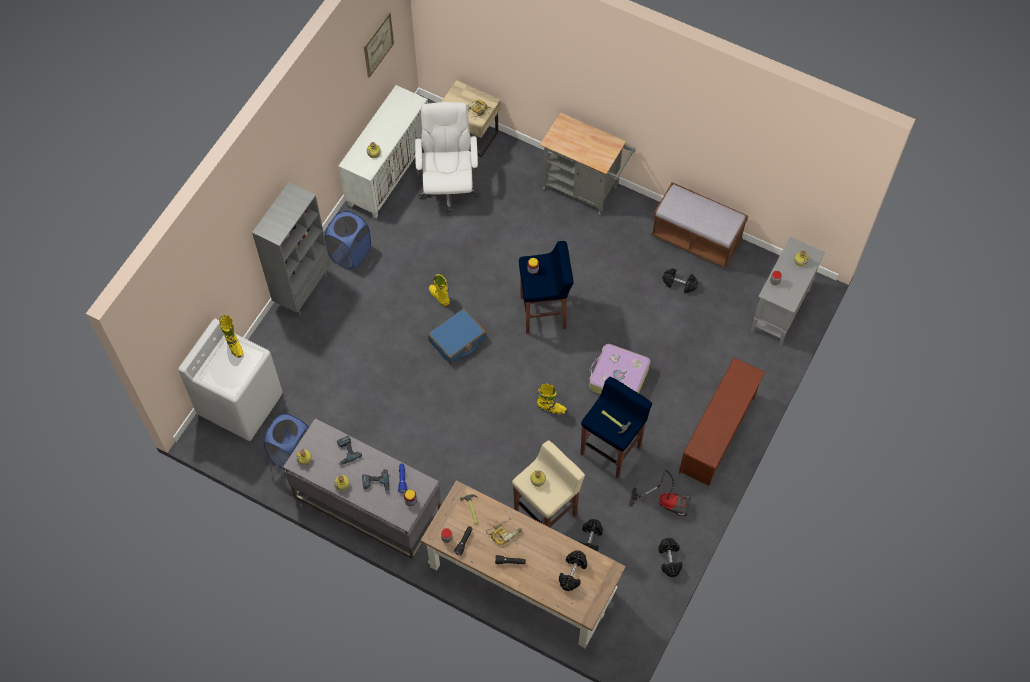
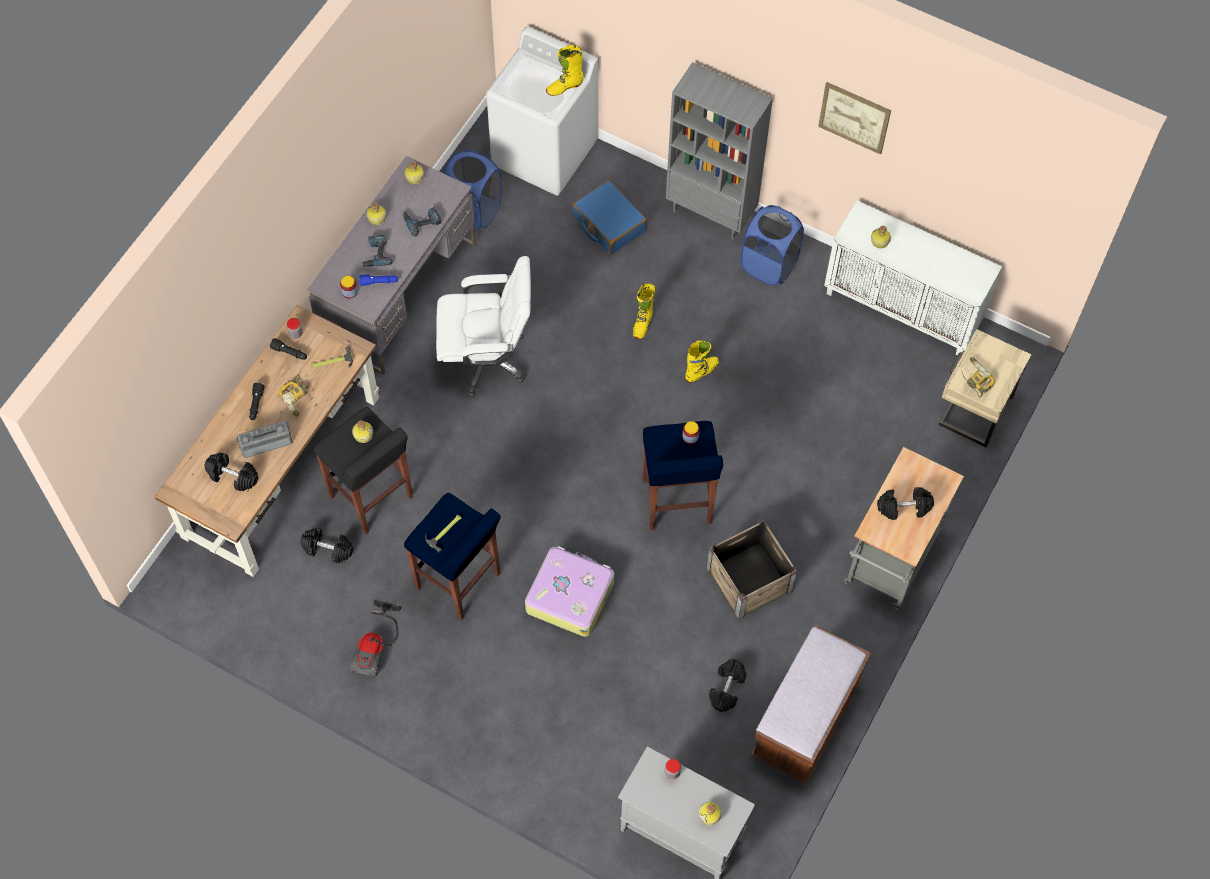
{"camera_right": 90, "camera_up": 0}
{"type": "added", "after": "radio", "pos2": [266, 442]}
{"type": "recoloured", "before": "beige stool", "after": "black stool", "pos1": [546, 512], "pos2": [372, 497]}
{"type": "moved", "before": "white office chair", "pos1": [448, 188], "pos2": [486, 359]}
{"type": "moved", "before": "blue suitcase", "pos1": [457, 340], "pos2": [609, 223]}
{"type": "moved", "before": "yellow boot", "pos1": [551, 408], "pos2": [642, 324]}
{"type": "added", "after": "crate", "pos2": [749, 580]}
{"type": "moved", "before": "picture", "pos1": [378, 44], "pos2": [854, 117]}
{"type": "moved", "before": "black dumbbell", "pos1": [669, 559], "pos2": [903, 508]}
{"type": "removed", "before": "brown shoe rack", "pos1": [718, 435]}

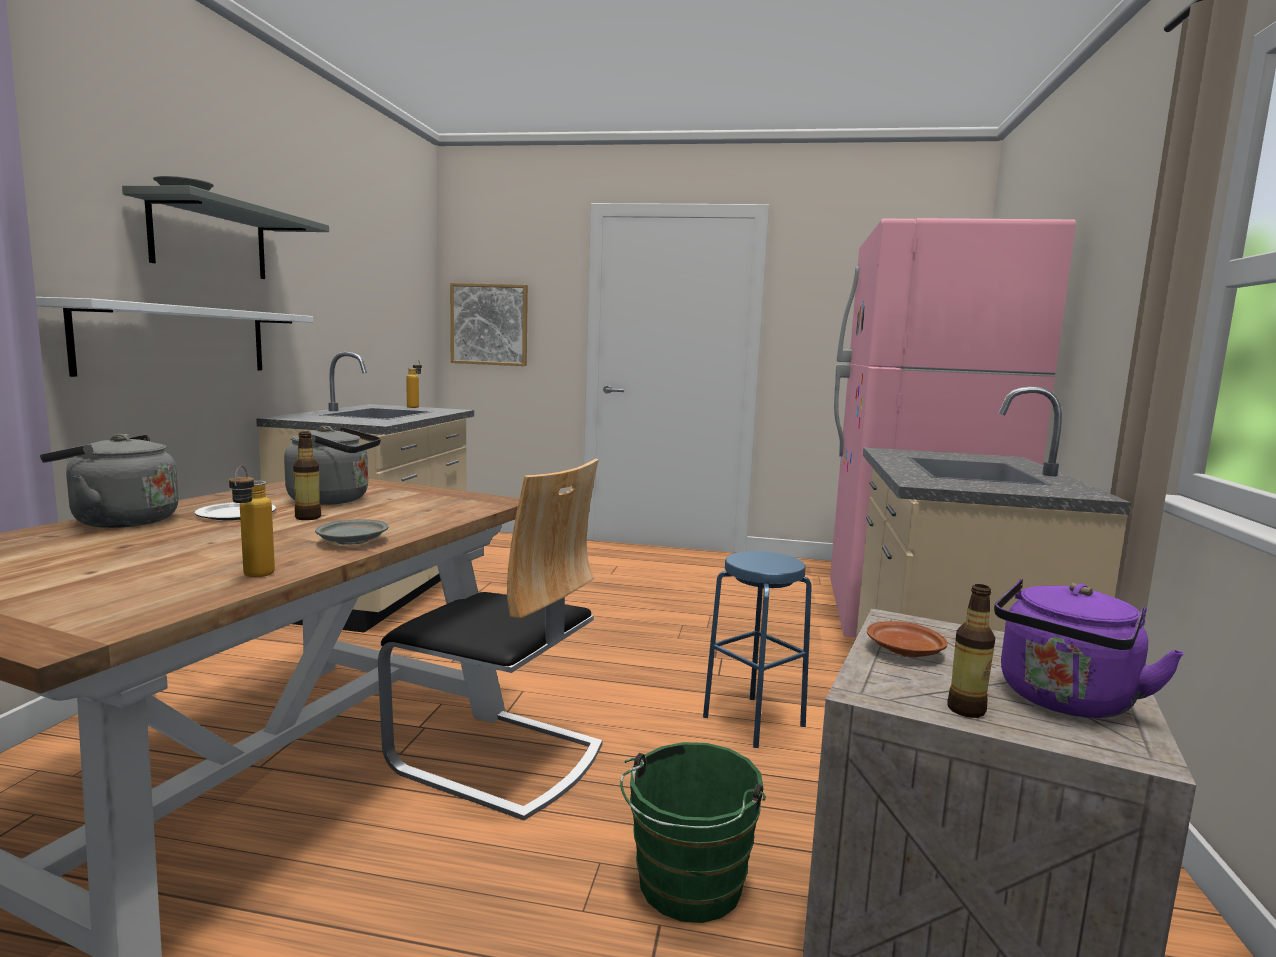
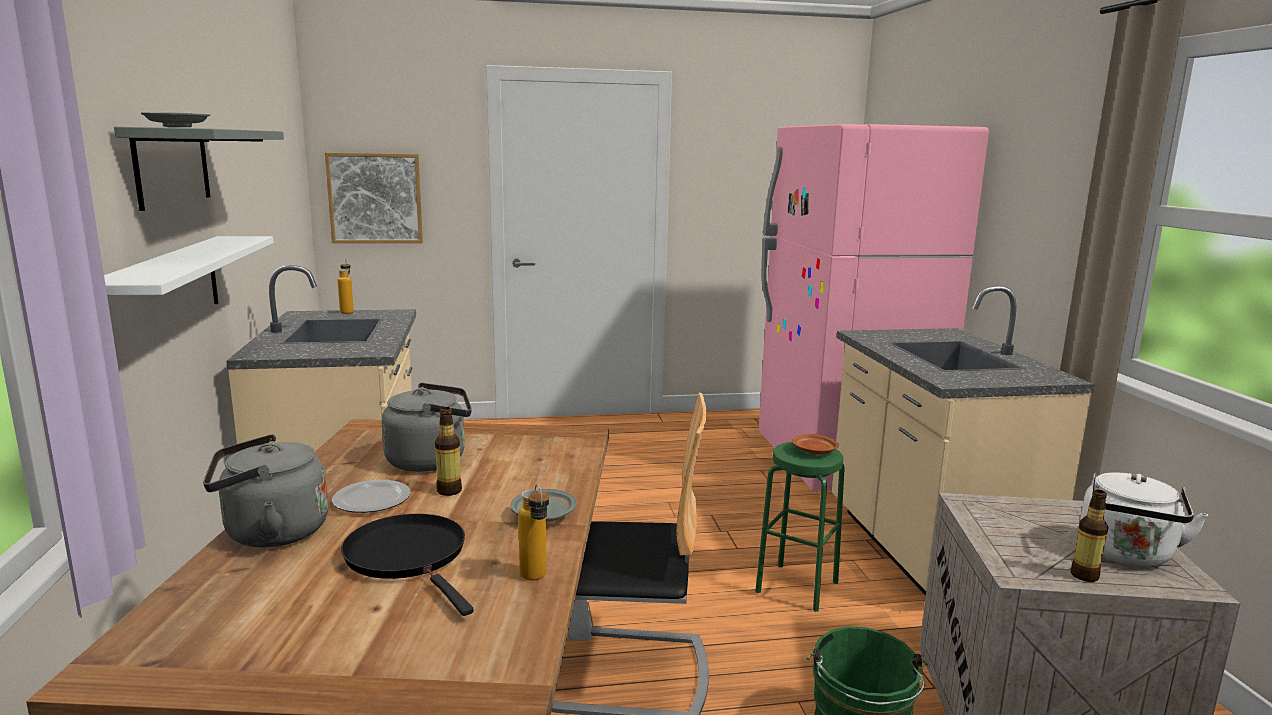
{"camera_right": -20, "camera_up": 5}
{"type": "added", "after": "black frying pan", "pos2": [409, 557]}
{"type": "recoloured", "before": "blue stool", "after": "green stool", "pos1": [754, 721], "pos2": [797, 587]}
{"type": "moved", "before": "brown plate", "pos1": [904, 651], "pos2": [814, 451]}
{"type": "recoloured", "before": "purple kettle", "after": "white kettle", "pos1": [1064, 702], "pos2": [1126, 555]}

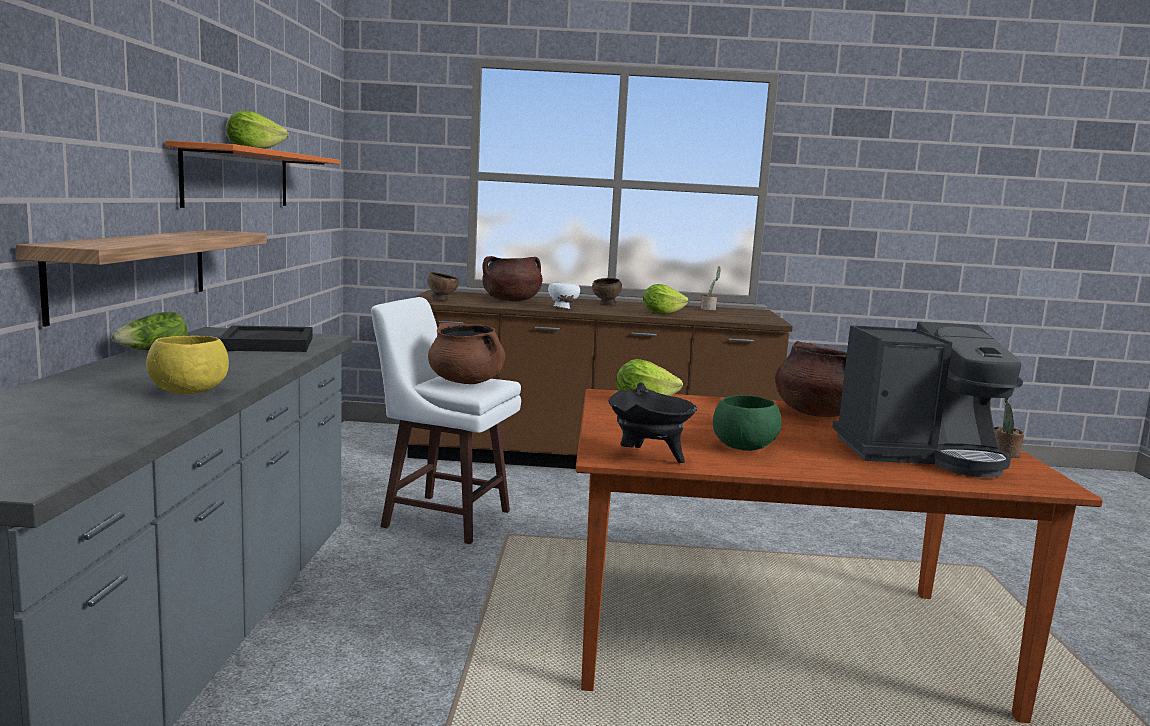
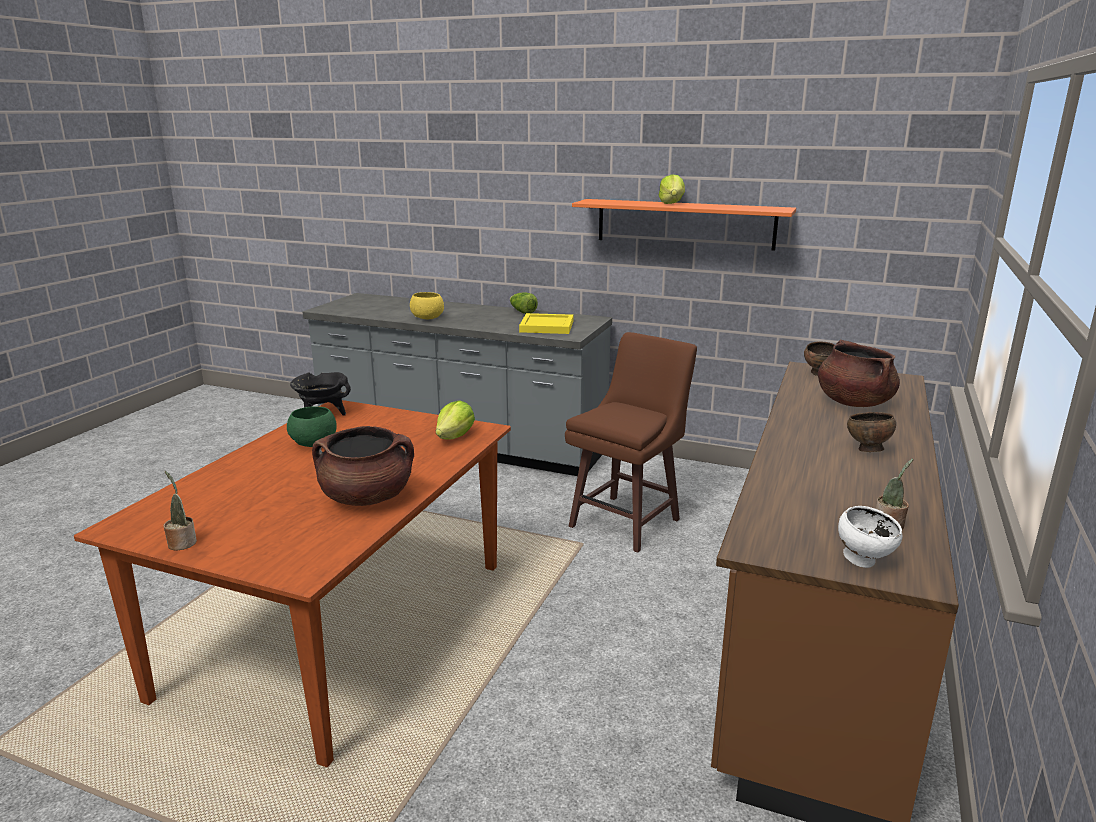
{"camera_right": 110, "camera_up": 10}
{"type": "recoloured", "before": "black tray", "after": "yellow tray", "pos1": [269, 344], "pos2": [546, 326]}
{"type": "recoloured", "before": "white stool", "after": "brown stool", "pos1": [443, 518], "pos2": [627, 522]}
{"type": "moved", "before": "white bowl", "pos1": [562, 309], "pos2": [864, 561]}
{"type": "removed", "before": "shelf", "pos1": [133, 271]}
{"type": "removed", "before": "brown cooking pot", "pos1": [466, 382]}
{"type": "removed", "before": "lettuce", "pos1": [661, 313]}
{"type": "removed", "before": "coffee machine", "pos1": [920, 454]}

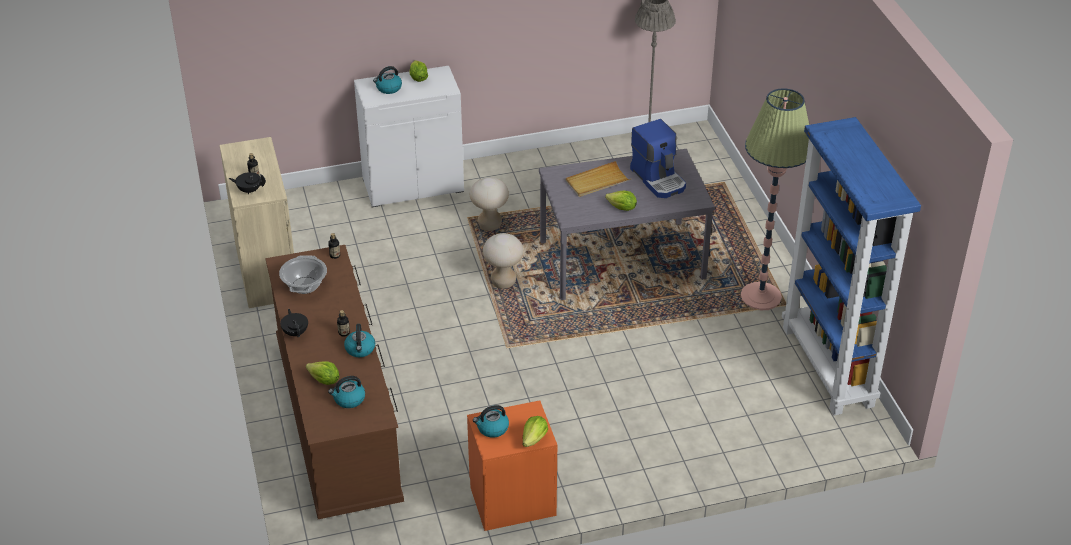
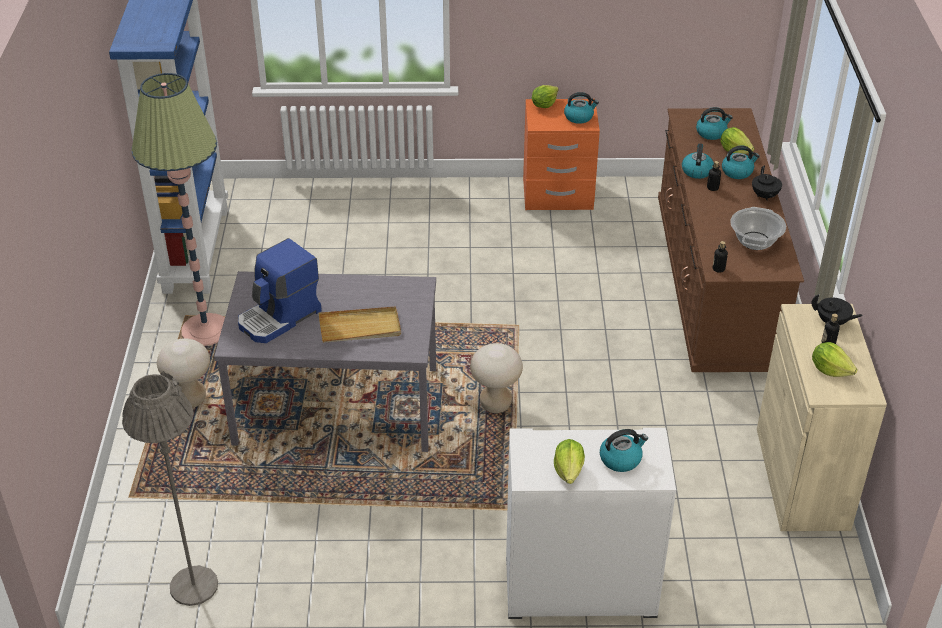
{"camera_right": -165, "camera_up": 0}
{"type": "moved", "before": "beige stool", "pos1": [489, 225], "pos2": [190, 399]}
{"type": "turned", "before": "coffee machine", "pos1": [659, 179], "pos2": [280, 318], "turn": -120}
{"type": "added", "after": "kettle", "pos2": [737, 171]}
{"type": "moved", "before": "lettuce", "pos1": [622, 208], "pos2": [830, 370]}

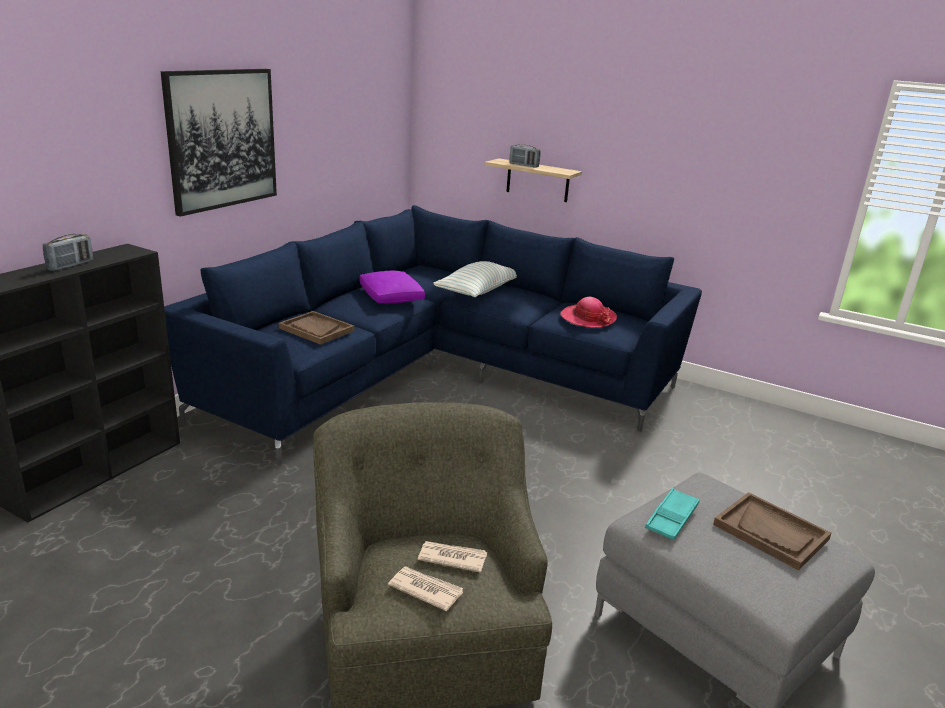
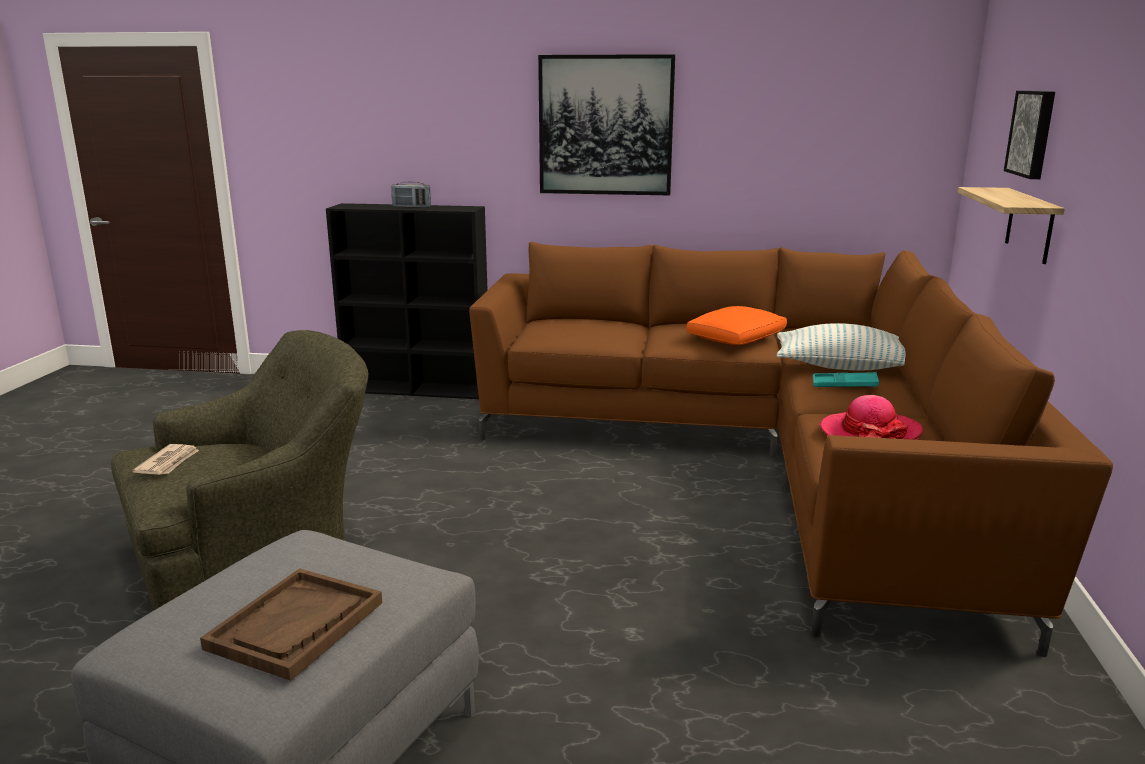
{"camera_right": 70, "camera_up": -5}
{"type": "recoloured", "before": "blue sofa", "after": "brown sofa", "pos1": [435, 374], "pos2": [763, 461]}
{"type": "recoloured", "before": "purple pillow", "after": "orange pillow", "pos1": [390, 297], "pos2": [736, 338]}
{"type": "moved", "before": "turquoise tray", "pos1": [672, 518], "pos2": [844, 385]}
{"type": "added", "after": "picture", "pos2": [1033, 133]}
{"type": "removed", "before": "brown tray", "pos1": [316, 329]}
{"type": "removed", "before": "newspaper", "pos1": [452, 558]}
{"type": "removed", "before": "radio", "pos1": [524, 165]}

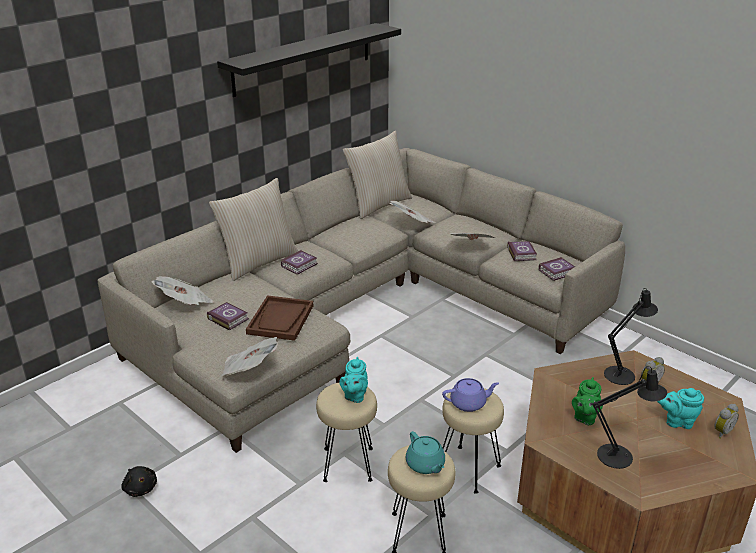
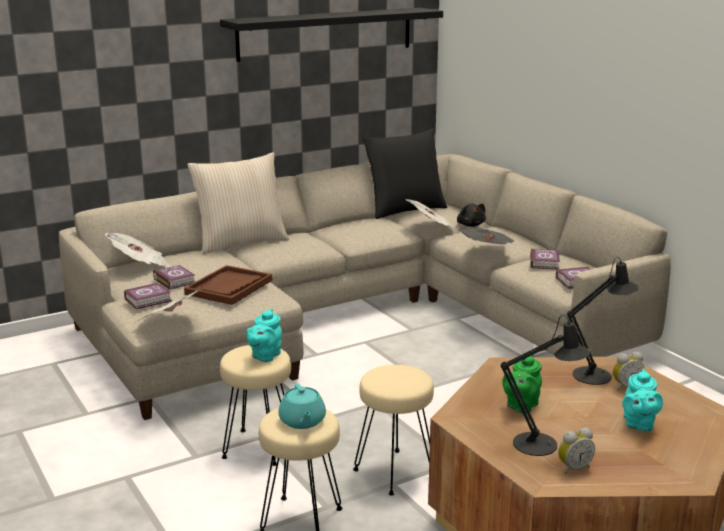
{"camera_right": 15, "camera_up": -10}
{"type": "moved", "before": "book", "pos1": [300, 265], "pos2": [149, 300]}
{"type": "recoloured", "before": "beige pillow", "after": "black pillow", "pos1": [378, 204], "pos2": [404, 210]}
{"type": "moved", "before": "black plush toy", "pos1": [140, 488], "pos2": [470, 225]}
{"type": "moved", "before": "alarm clock", "pos1": [721, 432], "pos2": [573, 468]}
{"type": "turned", "before": "turquoise teapot", "pos1": [677, 421], "pos2": [638, 424], "turn": -105}
{"type": "removed", "before": "purple teapot", "pos1": [469, 403]}

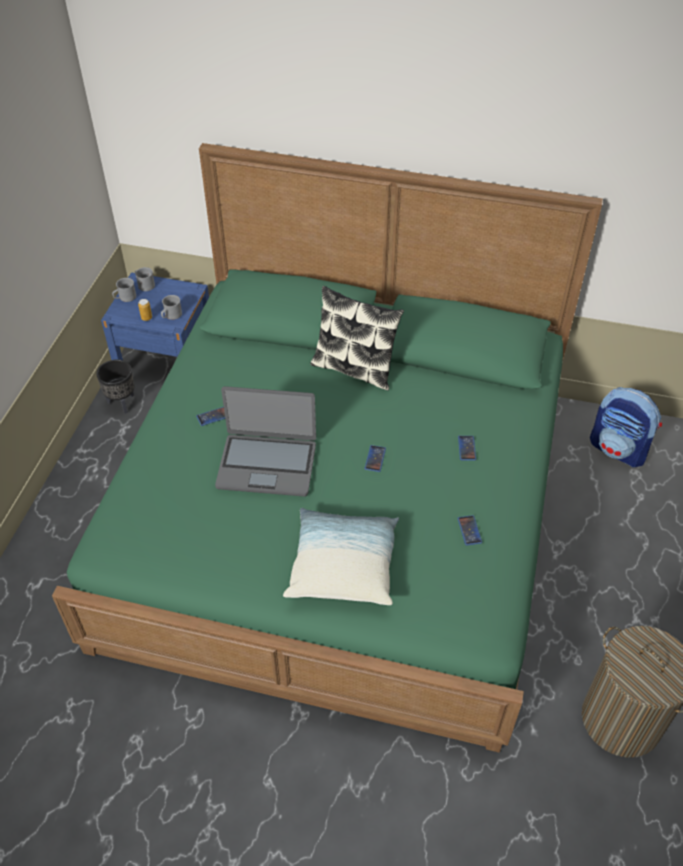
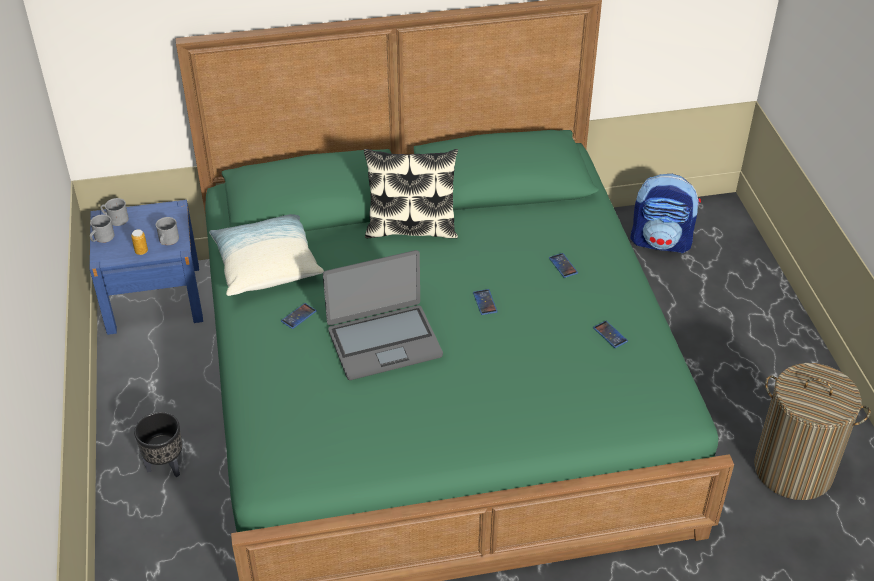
{"camera_right": -25, "camera_up": -5}
{"type": "moved", "before": "black planter", "pos1": [122, 403], "pos2": [166, 465]}
{"type": "moved", "before": "pillow", "pos1": [343, 566], "pos2": [266, 266]}

